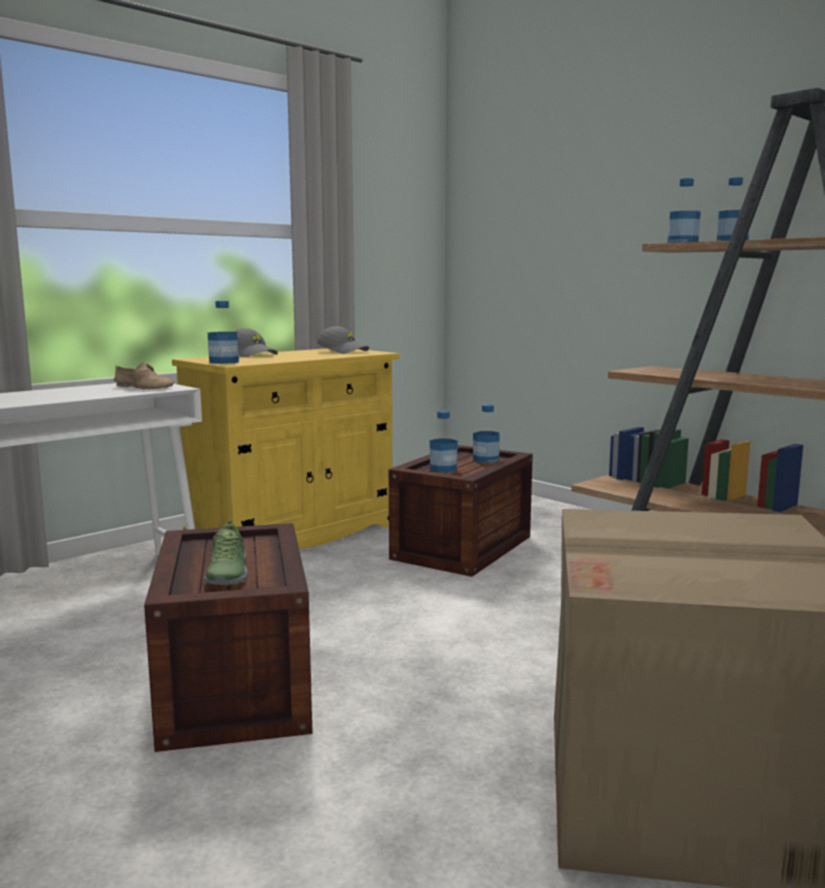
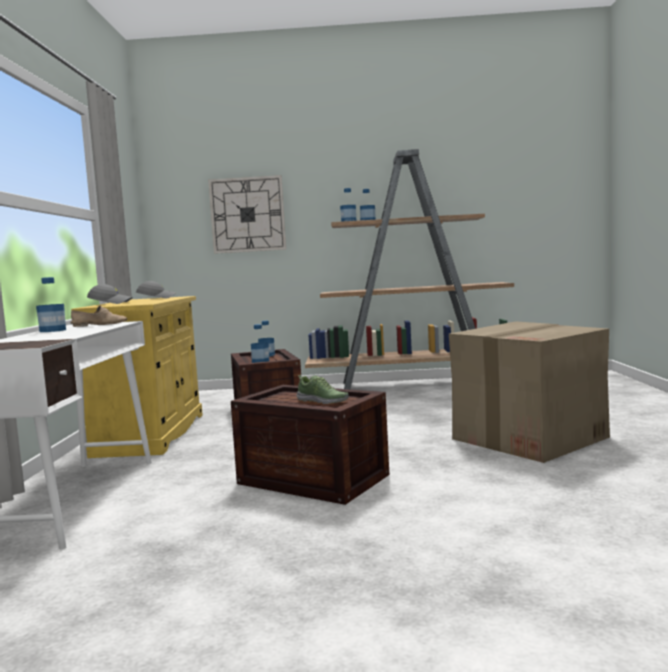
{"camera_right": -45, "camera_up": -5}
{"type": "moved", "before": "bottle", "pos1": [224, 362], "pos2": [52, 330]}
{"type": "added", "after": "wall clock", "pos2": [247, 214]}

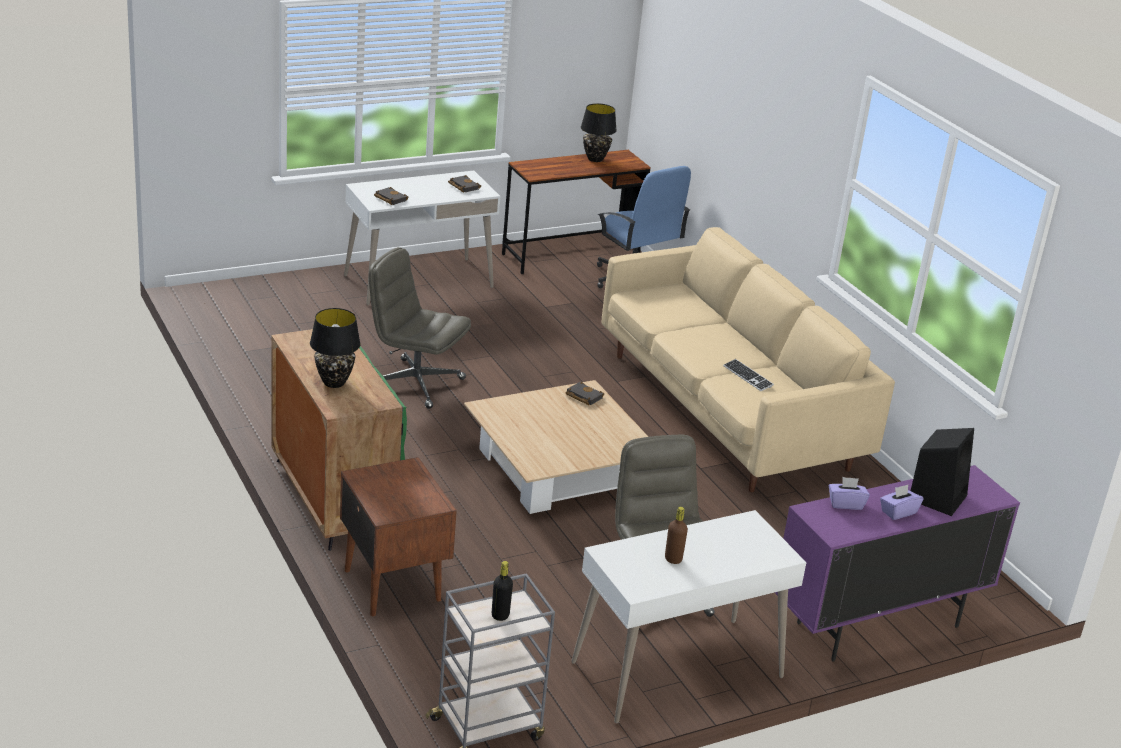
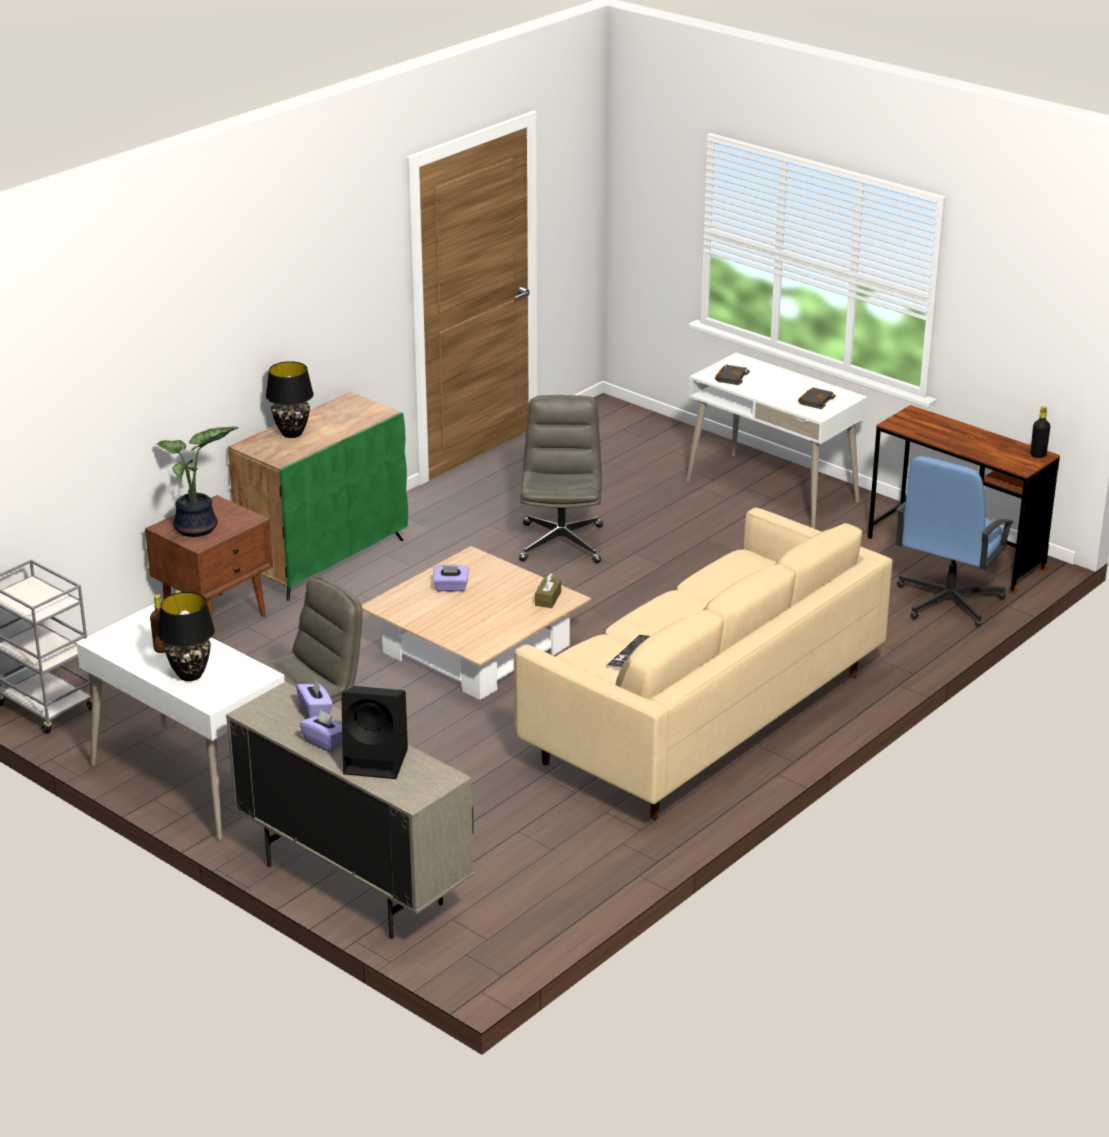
{"camera_right": 70, "camera_up": 0}
{"type": "added", "after": "potted plant", "pos2": [198, 529]}
{"type": "moved", "before": "black table lamp", "pos1": [595, 159], "pos2": [190, 675]}
{"type": "recoloured", "before": "purple cabinet", "after": "beige cabinet", "pos1": [877, 625], "pos2": [353, 884]}
{"type": "added", "after": "purple tissue box", "pos2": [451, 588]}
{"type": "replaced", "before": "black book", "after": "brown tissue box", "pos1": [583, 396], "pos2": [548, 598]}
{"type": "moved", "before": "black bottle", "pos1": [500, 615], "pos2": [1038, 455]}

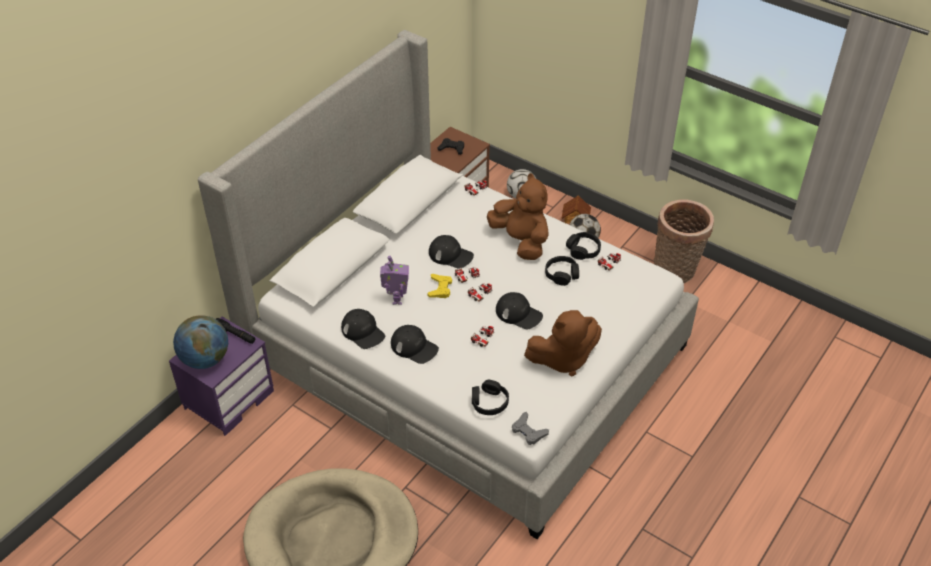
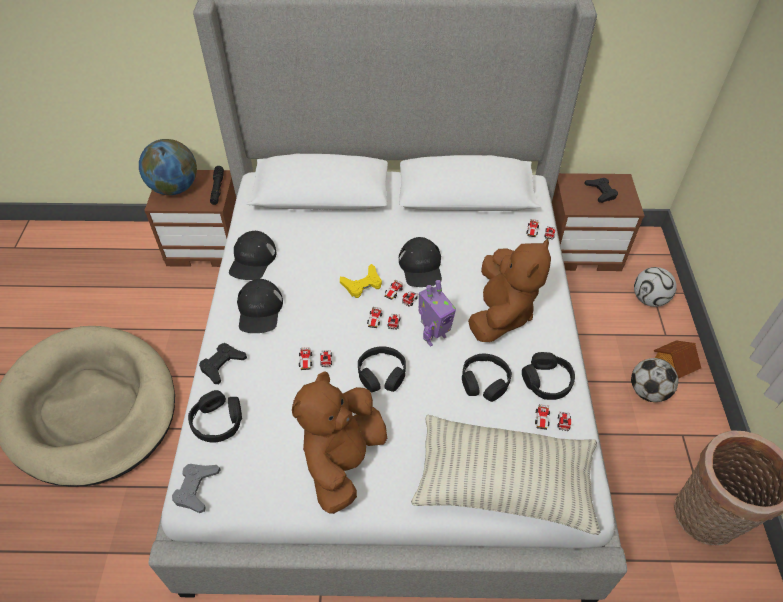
{"camera_right": 55, "camera_up": 5}
{"type": "recoloured", "before": "purple nightstand", "after": "brown nightstand", "pos1": [229, 398], "pos2": [208, 245]}
{"type": "added", "after": "black game controller", "pos2": [222, 365]}
{"type": "turned", "before": "brown plush toy", "pos1": [563, 359], "pos2": [343, 460], "turn": 75}
{"type": "replaced", "before": "black cap", "after": "black headphones", "pos1": [519, 314], "pos2": [382, 374]}
{"type": "added", "after": "pillow", "pos2": [504, 483]}
{"type": "moved", "before": "toy robot", "pos1": [396, 299], "pos2": [433, 336]}

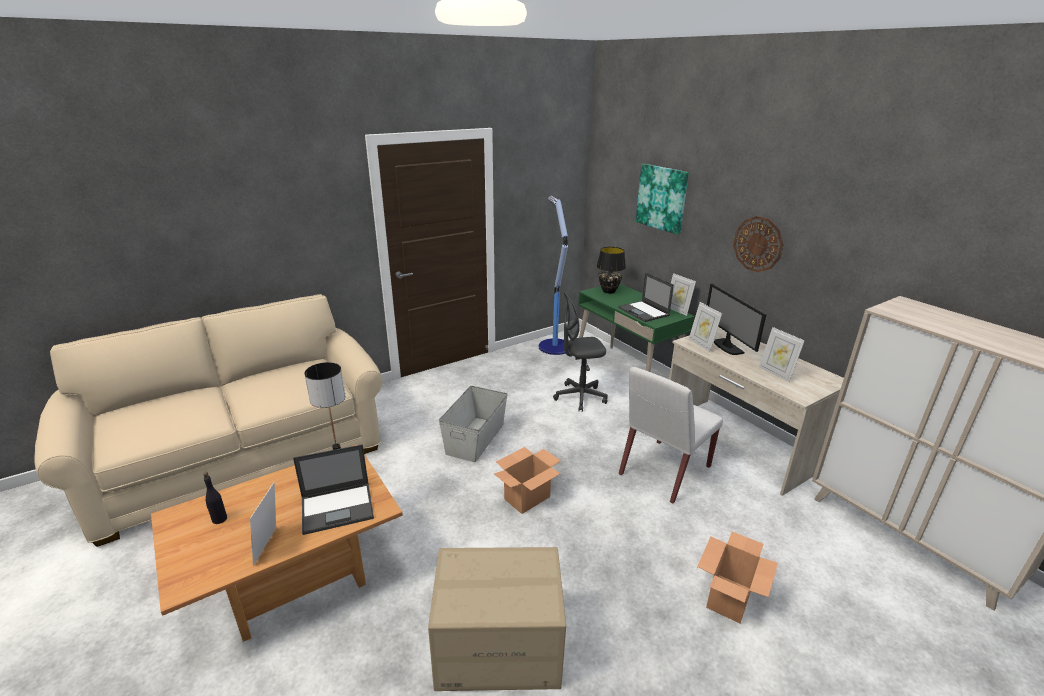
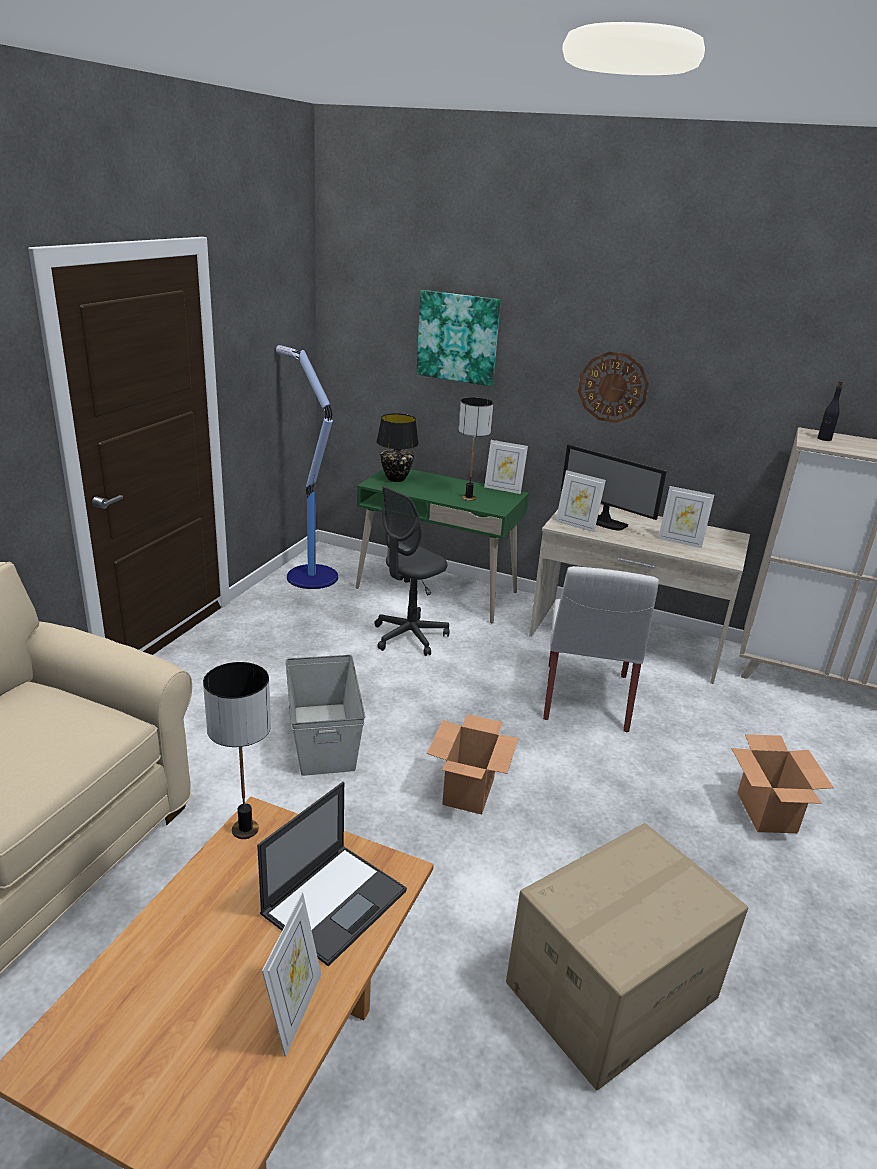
{"camera_right": -35, "camera_up": 0}
{"type": "turned", "before": "picture frame", "pos1": [270, 546], "pos2": [295, 1011], "turn": -135}
{"type": "replaced", "before": "laptop", "after": "table lamp", "pos1": [644, 312], "pos2": [469, 498]}
{"type": "moved", "before": "black bottle", "pos1": [219, 519], "pos2": [824, 439]}

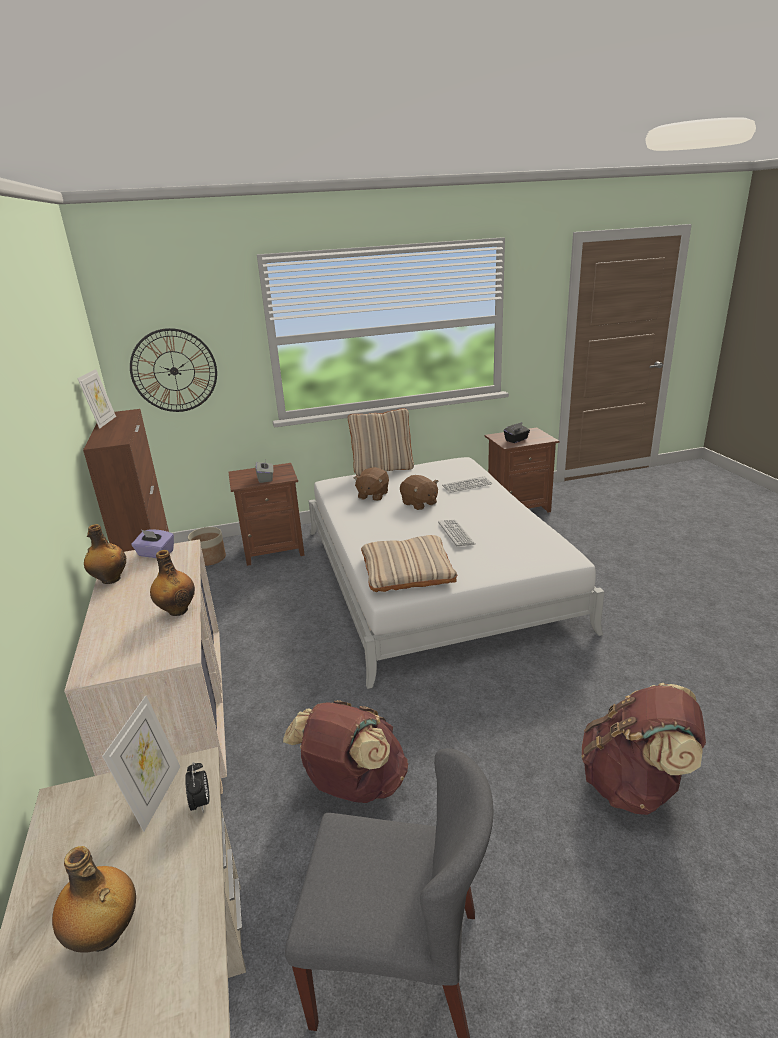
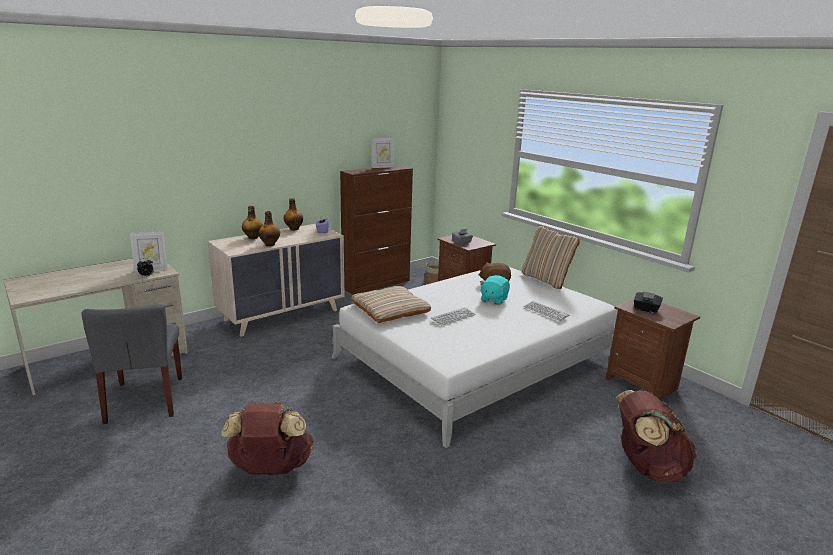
{"camera_right": 65, "camera_up": -5}
{"type": "moved", "before": "bottle", "pos1": [105, 934], "pos2": [253, 238]}
{"type": "recoloured", "before": "brown plush toy", "after": "turquoise plush toy", "pos1": [419, 503], "pos2": [493, 299]}
{"type": "moved", "before": "brown backpack", "pos1": [353, 786], "pos2": [647, 467]}
{"type": "removed", "before": "wall clock", "pos1": [174, 371]}

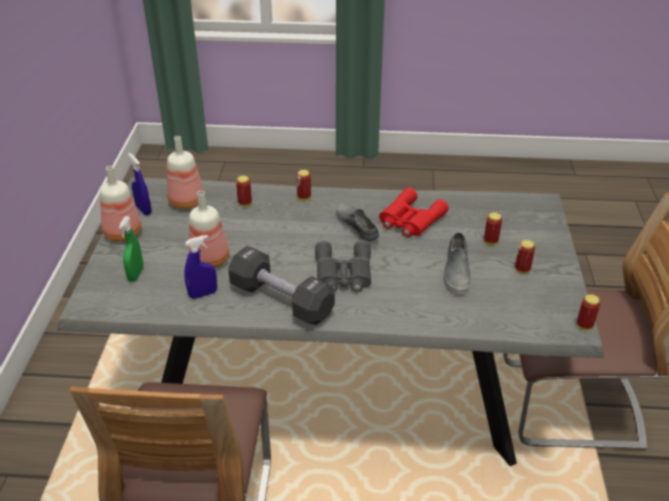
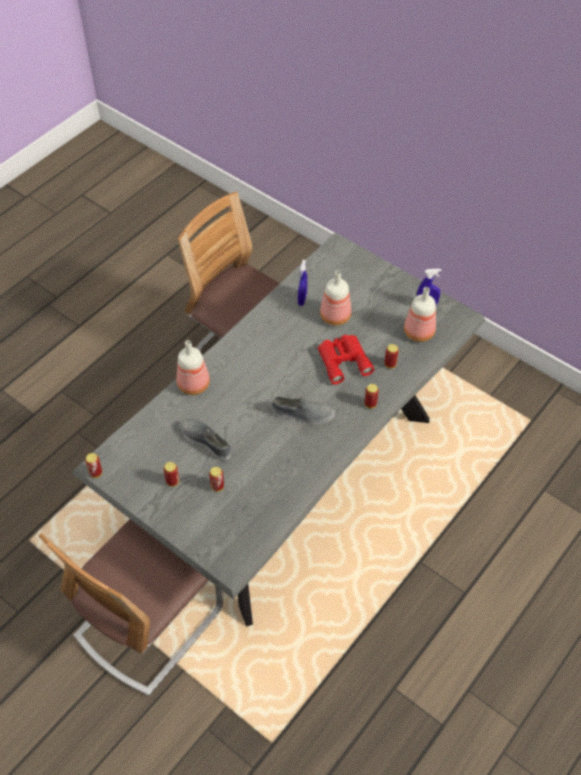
{"camera_right": 125, "camera_up": 15}
{"type": "moved", "before": "bottle", "pos1": [122, 234], "pos2": [193, 383]}
{"type": "moved", "before": "red binoculars", "pos1": [410, 220], "pos2": [343, 360]}
{"type": "removed", "before": "green spray bottle", "pos1": [136, 274]}
{"type": "removed", "before": "black dumbbell", "pos1": [281, 300]}
{"type": "removed", "before": "grey binoculars", "pos1": [343, 274]}

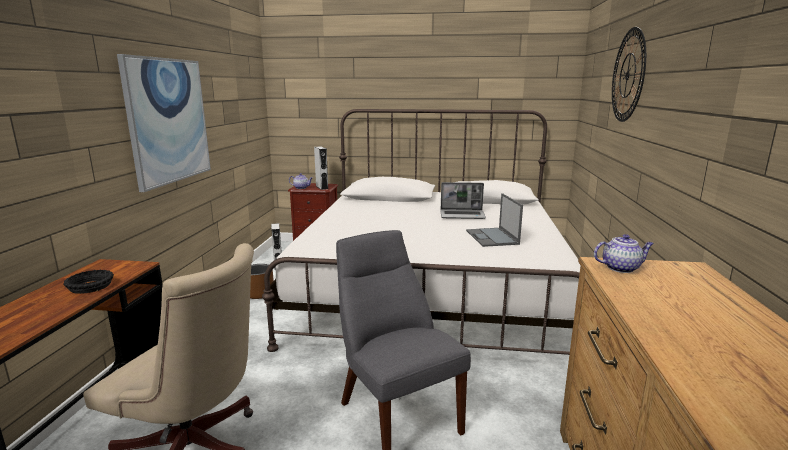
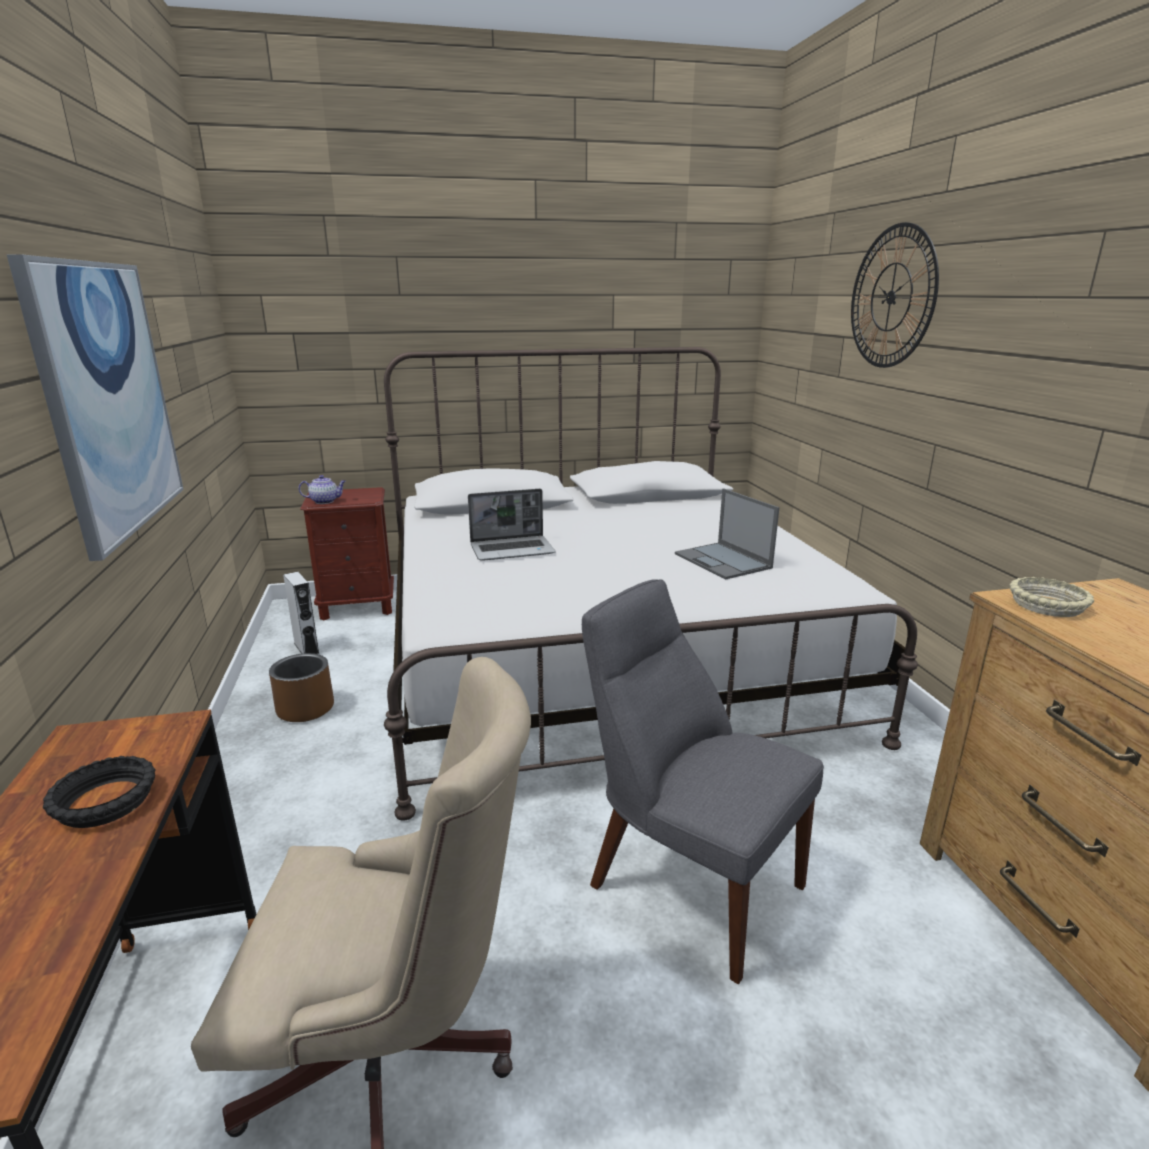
{"camera_right": -20, "camera_up": 5}
{"type": "moved", "before": "laptop", "pos1": [463, 215], "pos2": [513, 550]}
{"type": "replaced", "before": "teapot", "after": "beige bowl", "pos1": [621, 268], "pos2": [1047, 604]}
{"type": "removed", "before": "grey speaker", "pos1": [322, 187]}

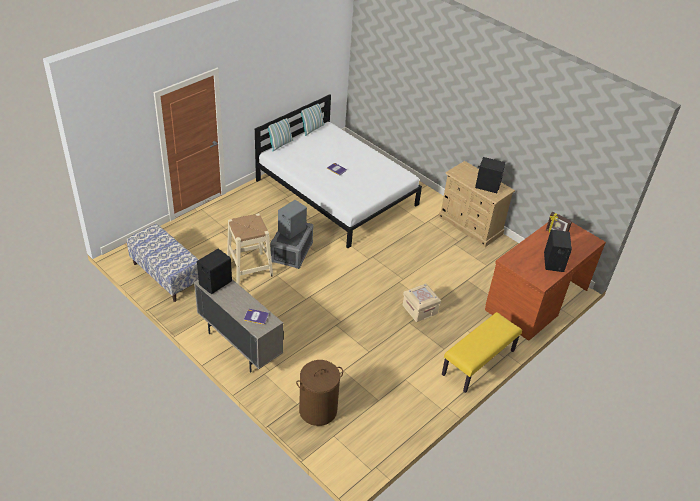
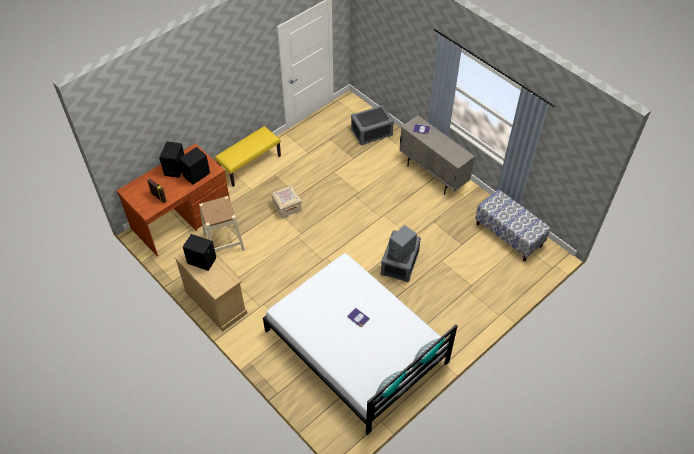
{"camera_right": -175, "camera_up": 10}
{"type": "moved", "before": "black speaker", "pos1": [215, 283], "pos2": [197, 175]}
{"type": "moved", "before": "beige stool", "pos1": [249, 268], "pos2": [224, 242]}
{"type": "replaced", "before": "brown laundry basket", "after": "grey storage box", "pos1": [318, 410], "pos2": [371, 132]}

